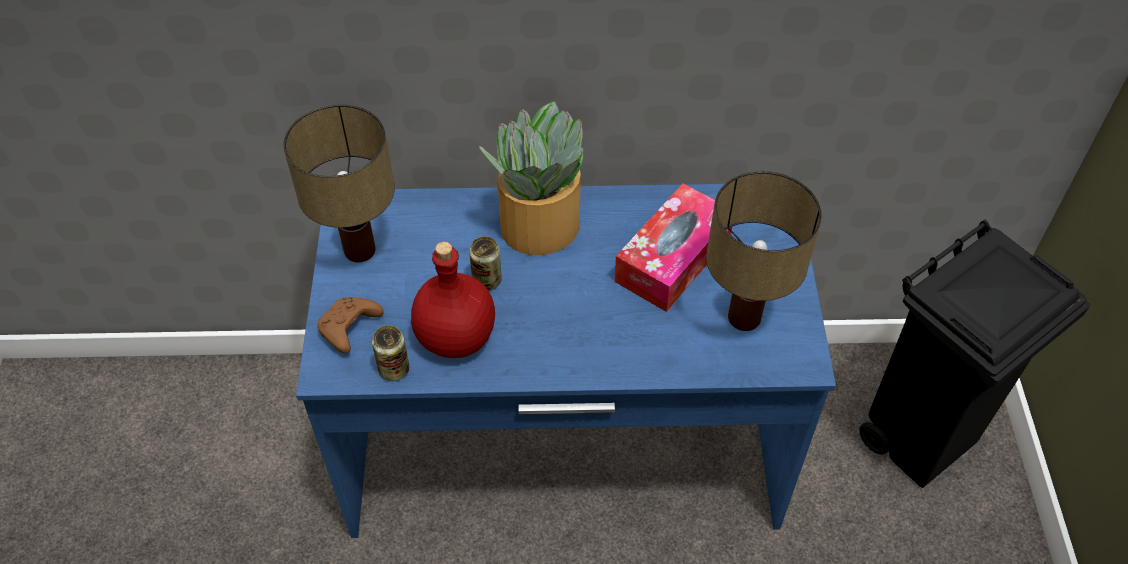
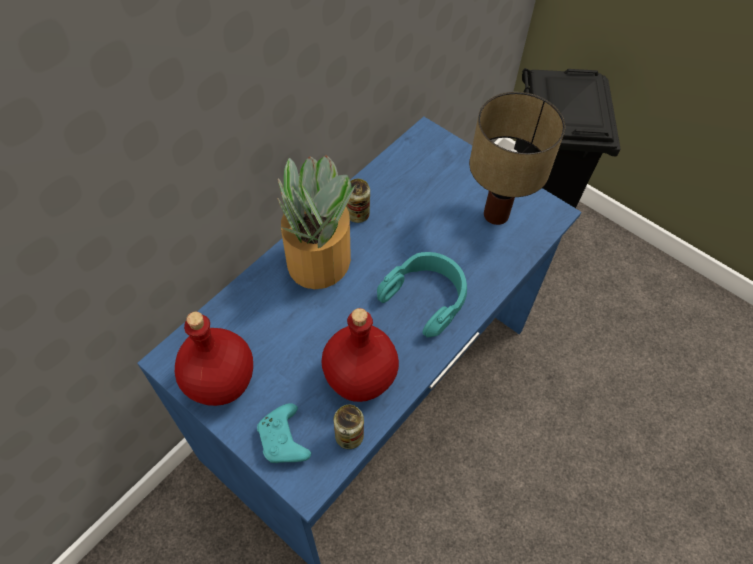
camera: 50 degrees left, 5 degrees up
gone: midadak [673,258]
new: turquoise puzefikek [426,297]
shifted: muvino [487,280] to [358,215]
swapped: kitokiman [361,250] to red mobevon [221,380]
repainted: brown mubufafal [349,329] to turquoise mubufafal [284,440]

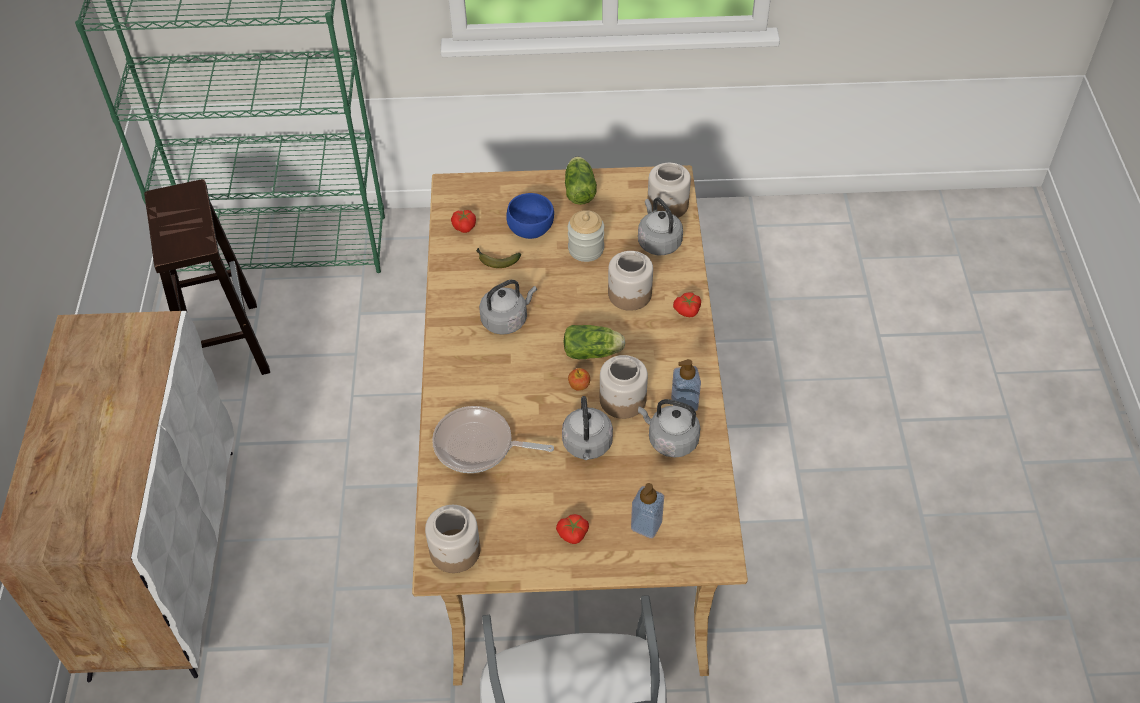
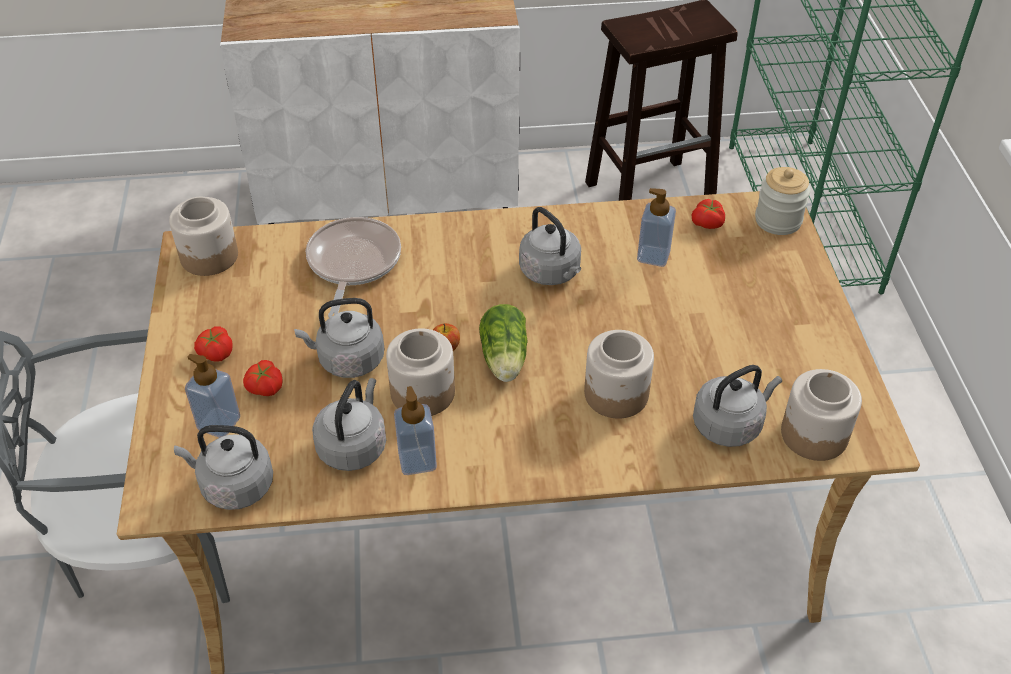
camera: 85 degrees right, 5 degrees down
gone: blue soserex [531,228]; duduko [579,189]
new: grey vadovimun [233,486]
shifted: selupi [586,249] to [778,220]; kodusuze [687,311] to [264,388]
swapped: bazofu [496,260] to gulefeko [653,256]

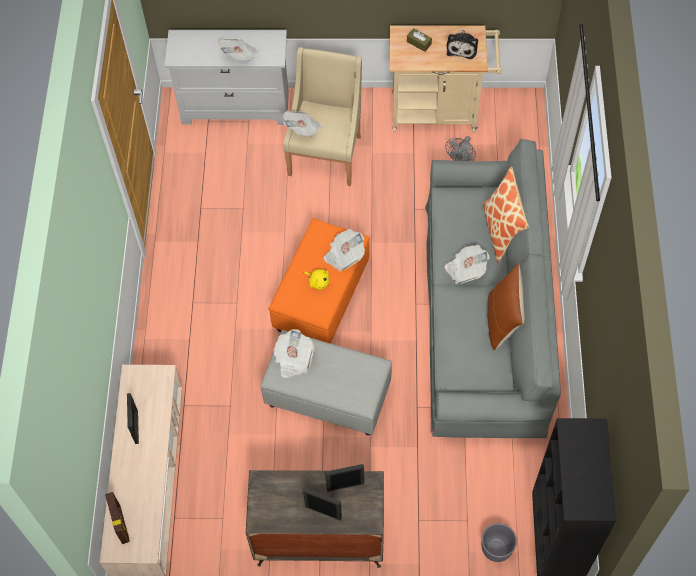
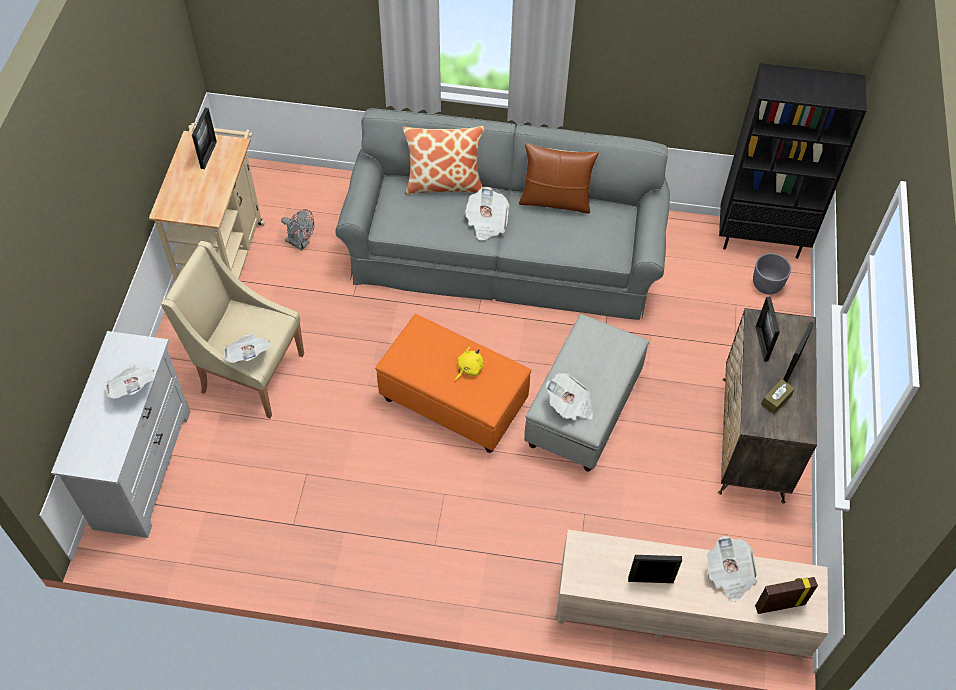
camera: 85 degrees left, 5 degrees down
shifted: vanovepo [344,256] to [729,575]; brown midadak [419,43] to [776,399]
swapped: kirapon [462,47] to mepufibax [208,155]

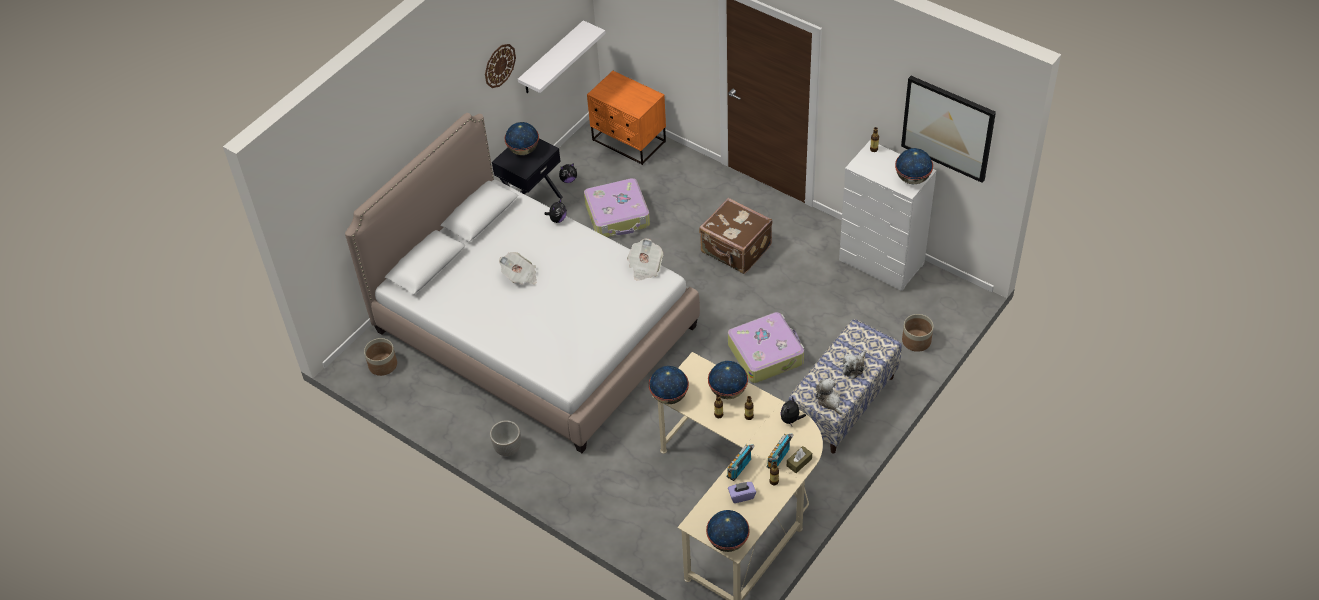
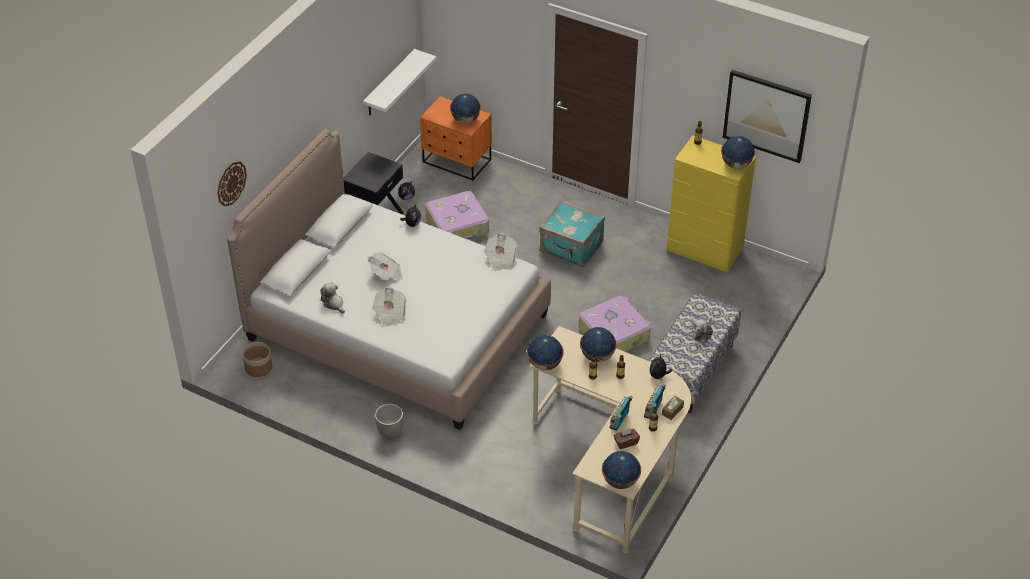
camera: 10 degrees left, 5 degrees down
gone: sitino [916,341]
new: vanovepo [390,314]
shifted: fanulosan [499,65] to [231,183]; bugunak [523,150] to [465,120]; kirapon [829,401] to [334,304]
repainted: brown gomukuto [735,250] to turquoise gomukuto [571,248]; purple midadak [741,496] to brown midadak [626,442]; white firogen [881,263] to yellow firogen [705,250]

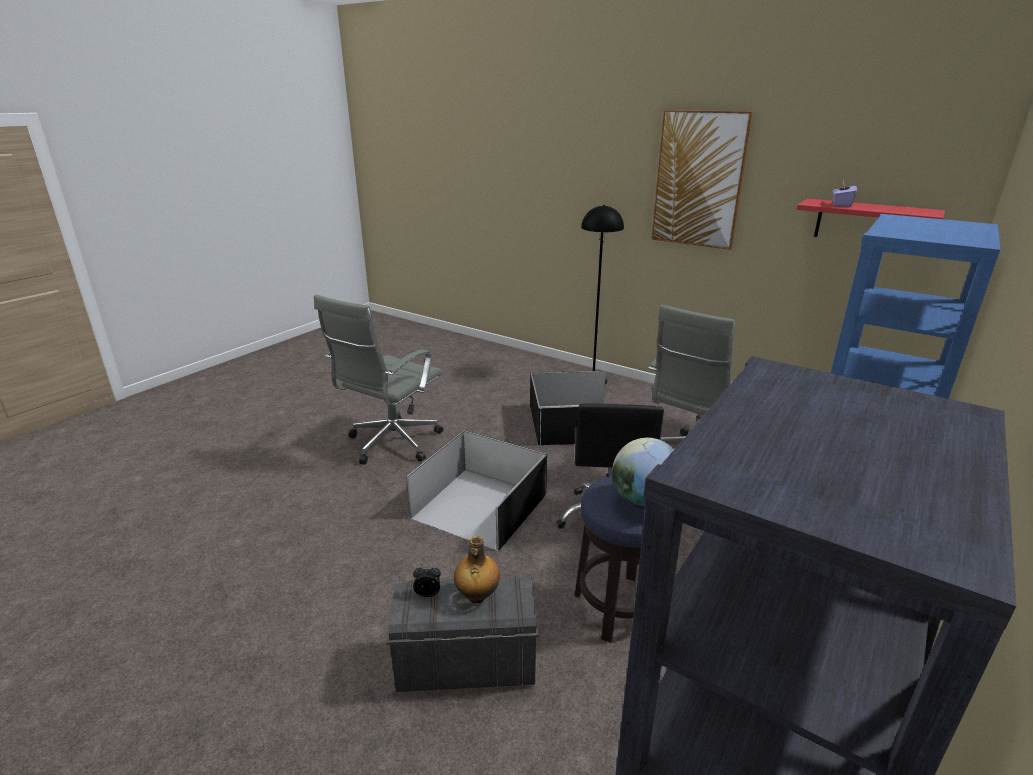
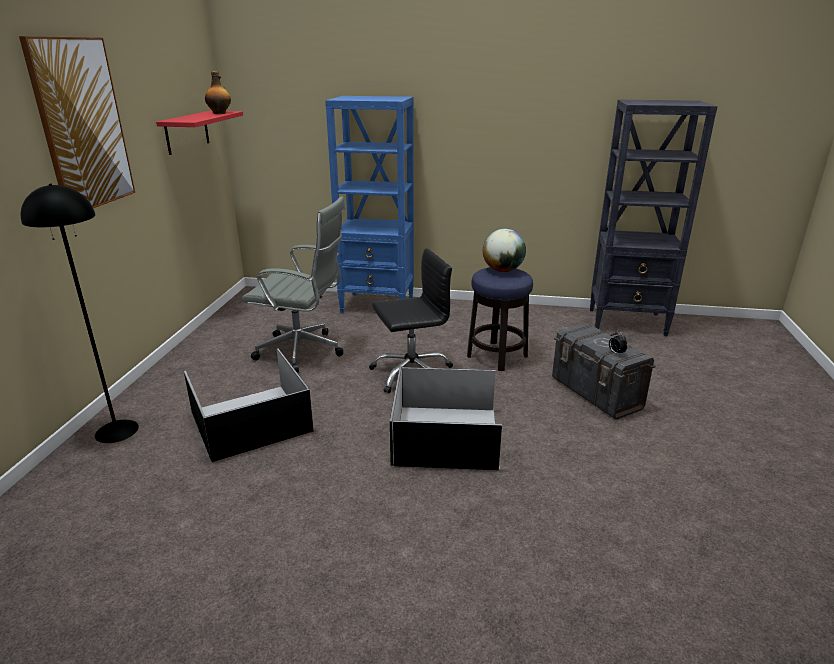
camera: 115 degrees left, 0 degrees up
gone: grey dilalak [391,444]; purple midadak [841,205]
shifted: mobevon [477,596] to [220,113]

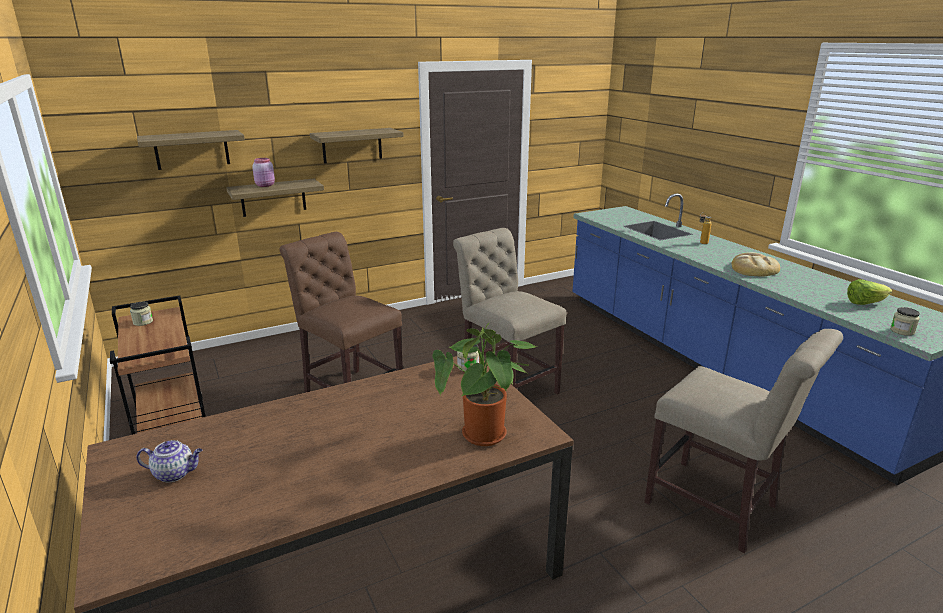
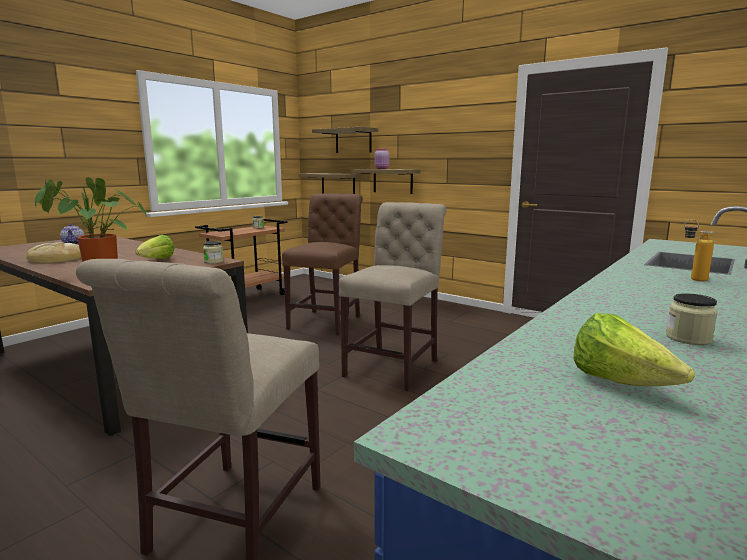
camera: 65 degrees right, 10 degrees down
new: duduko [157,260]
shifted: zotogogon [352,145] to [338,184]; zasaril [754,269] to [57,258]; selupi [902,331] to [688,338]

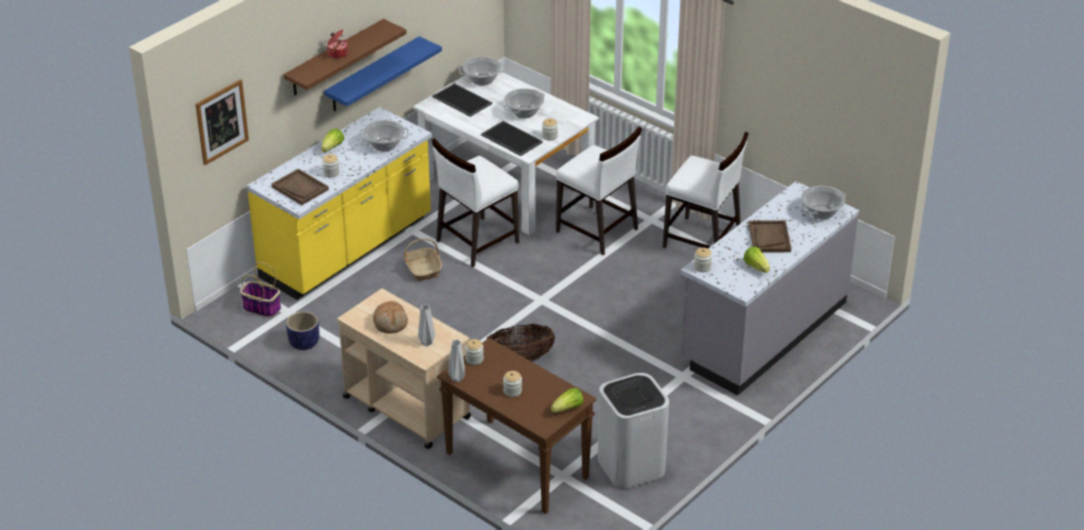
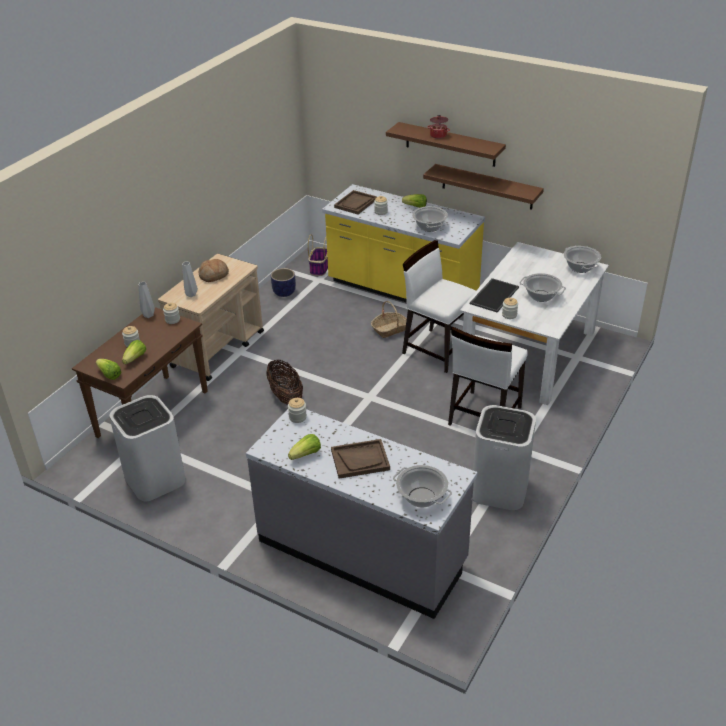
camera: 80 degrees right, 0 degrees up
gone: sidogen [221,121]; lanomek [461,100]
new: duduko [135,358]
swapped: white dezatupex [702,241] to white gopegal [499,489]
repainted: blue zotogogon [373,75] to brown zotogogon [487,187]

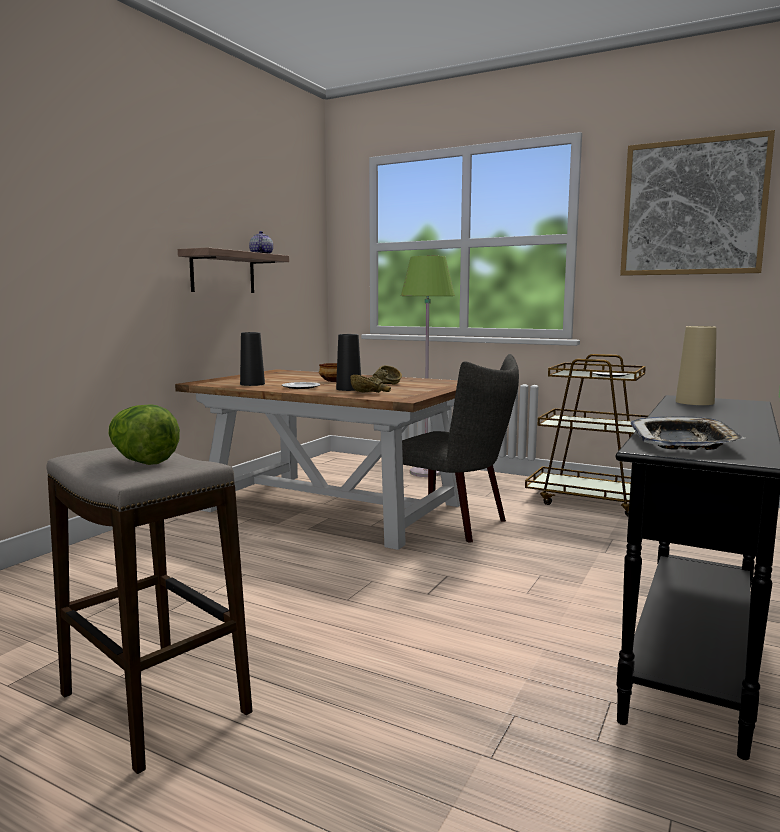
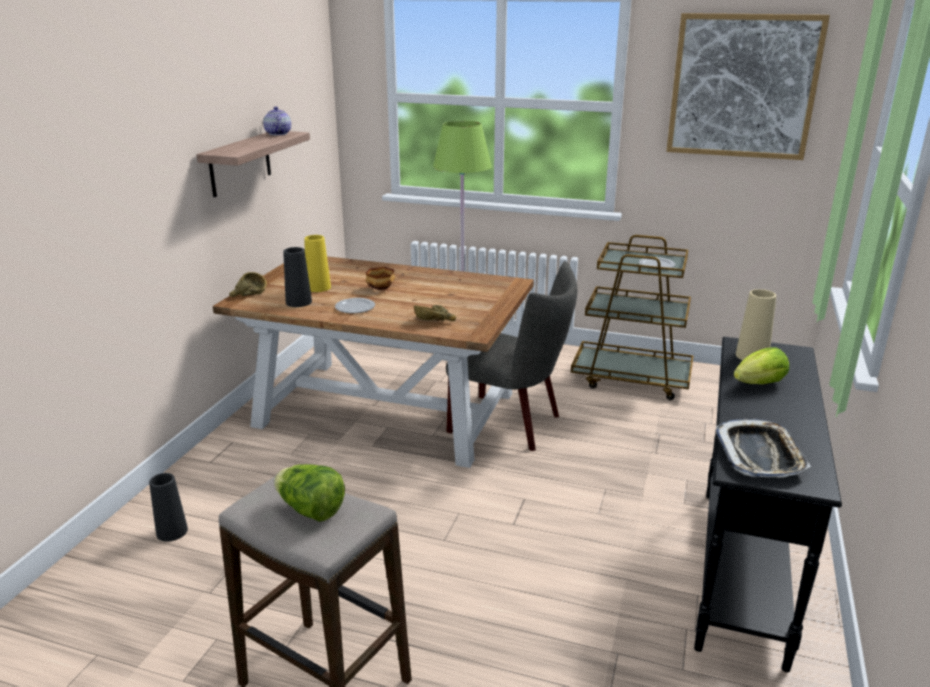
camera: 10 degrees left, 15 degrees up
new: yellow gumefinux [318,287]; duduko [760,384]
shifted: black gumefinux [349,389] to [172,531]; brown soserex [384,384] to [248,294]

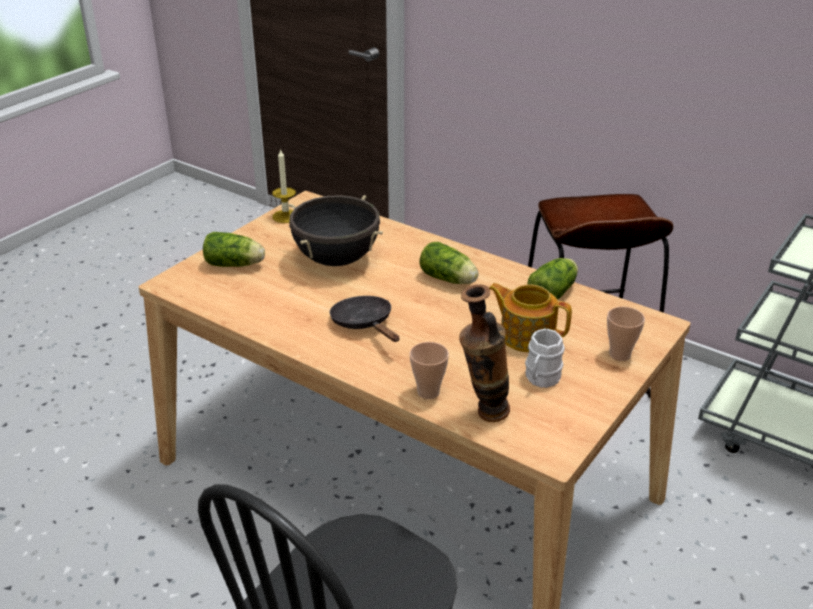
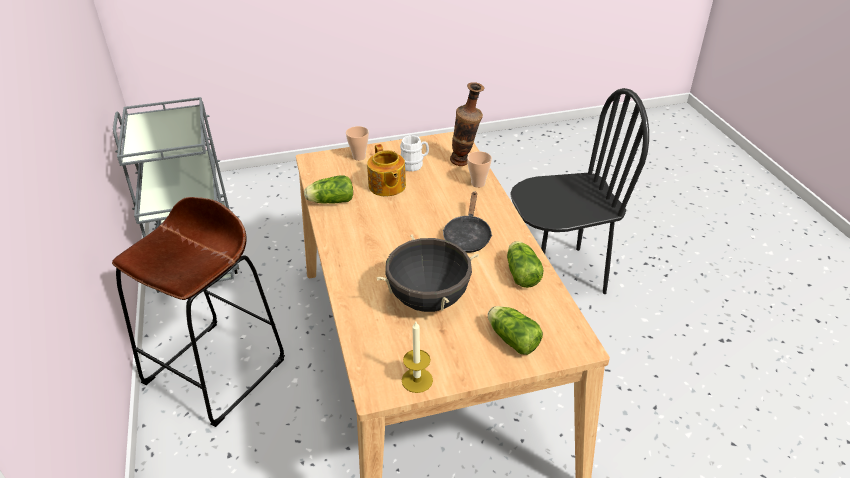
camera: 140 degrees left, 5 degrees up
shifted: duduko [449,280] to [521,272]

